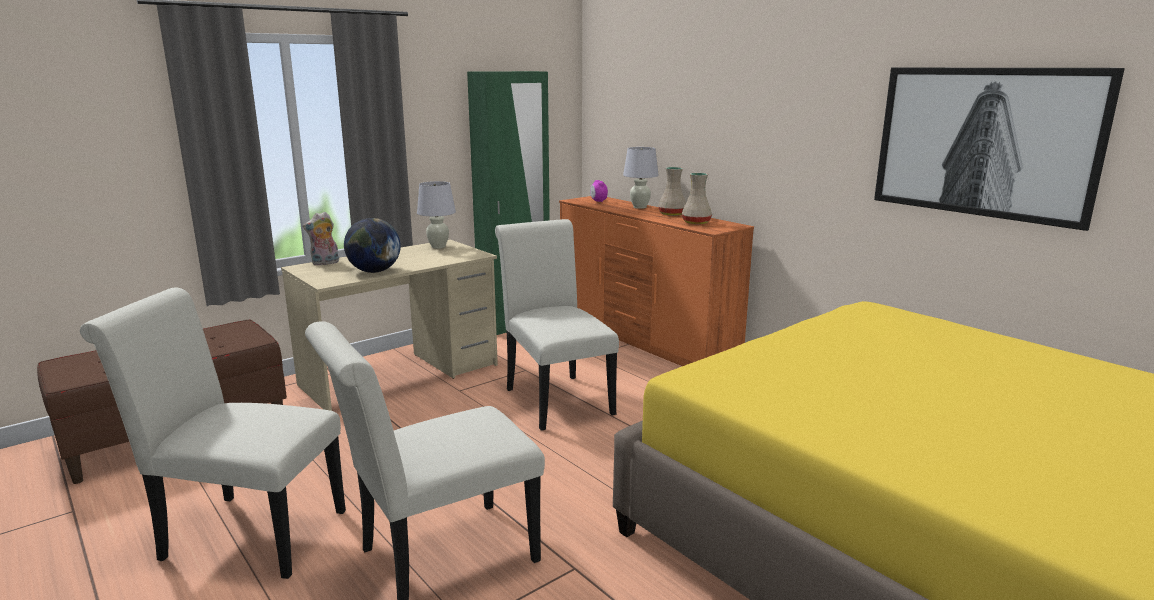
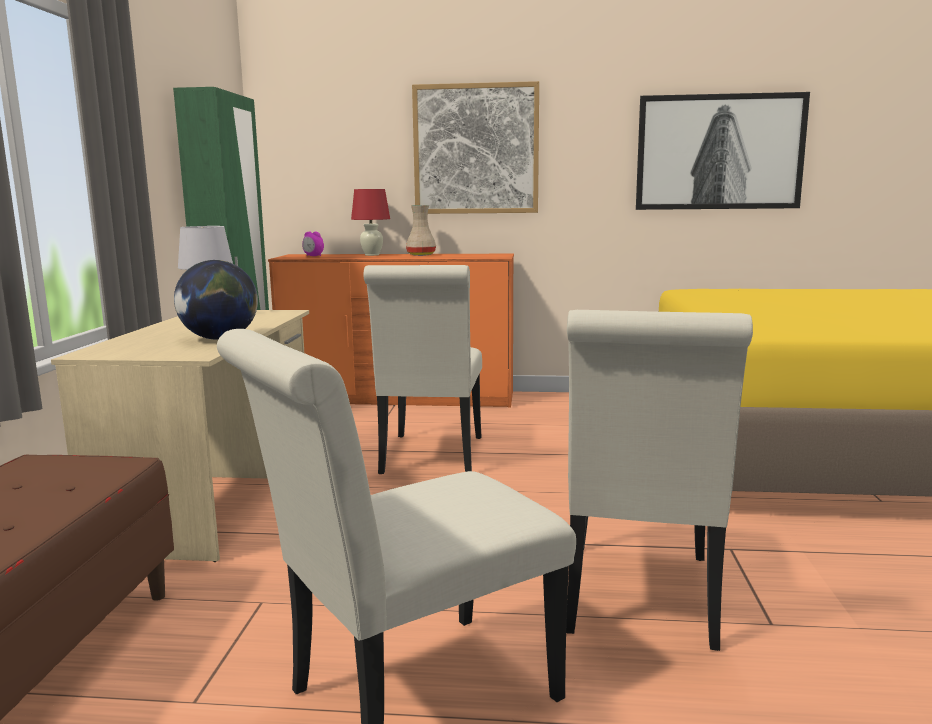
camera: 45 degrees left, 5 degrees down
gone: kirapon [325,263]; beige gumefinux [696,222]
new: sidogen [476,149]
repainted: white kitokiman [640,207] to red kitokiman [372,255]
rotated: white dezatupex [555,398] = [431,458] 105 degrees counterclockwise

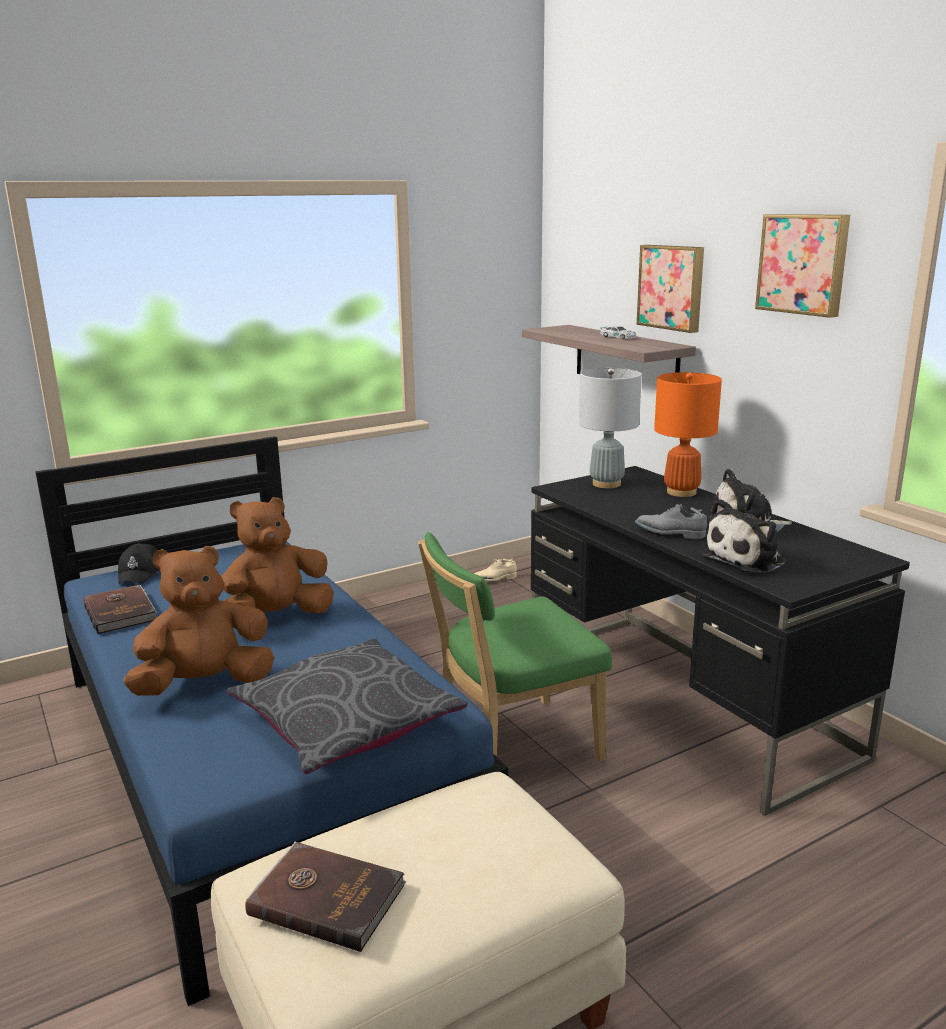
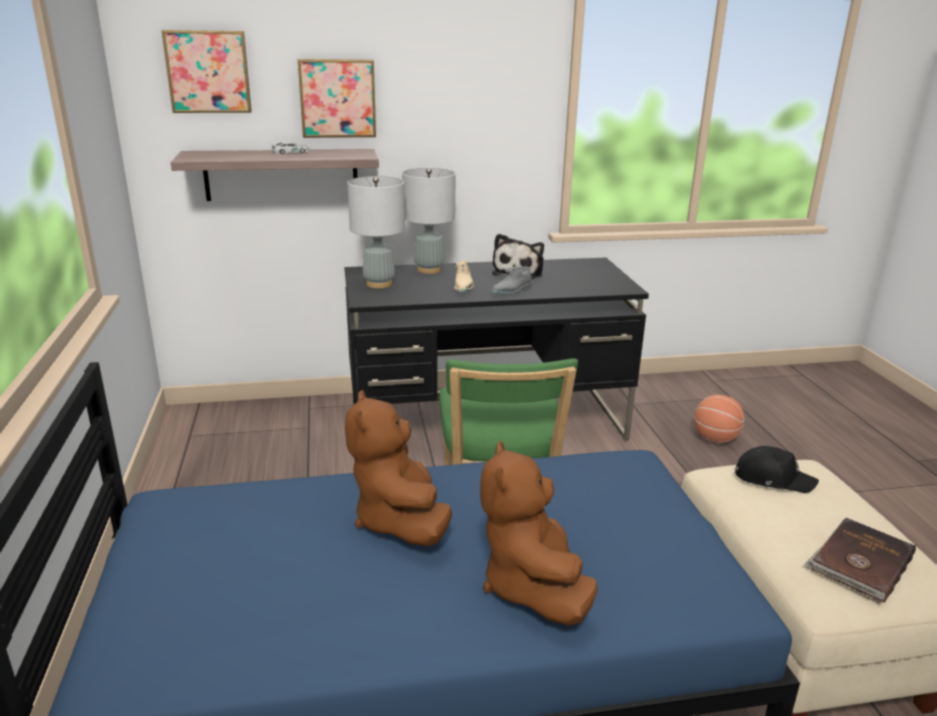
camera: 70 degrees left, 5 degrees up
gone: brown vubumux [121,612]; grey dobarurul [346,721]; kirapon [747,559]
new: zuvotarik [715,439]
shifted: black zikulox [141,573] to [772,478]; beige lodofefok [494,579] to [463,287]; sidogen [804,264] to [208,71]
repainted: orange kitokiman [681,492] to grey kitokiman [429,270]

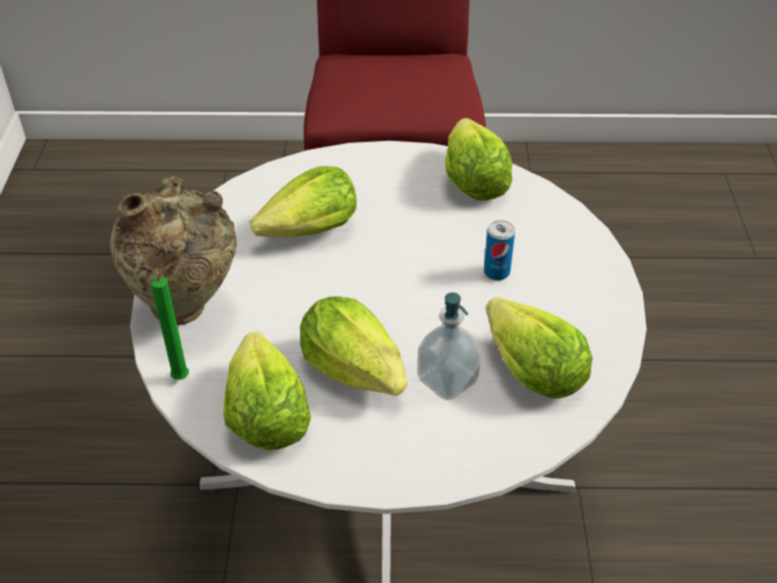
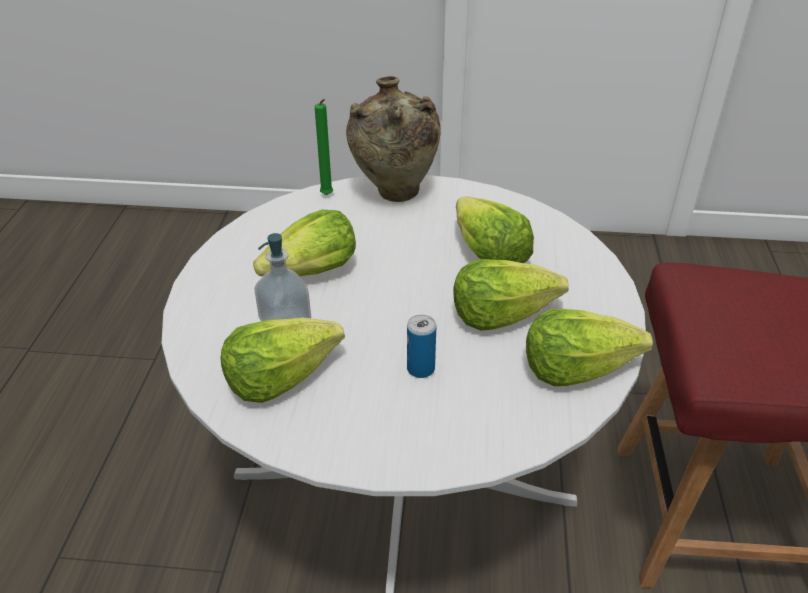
camera: 95 degrees right, 5 degrees down
shifted: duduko [265,415] to [501,313]

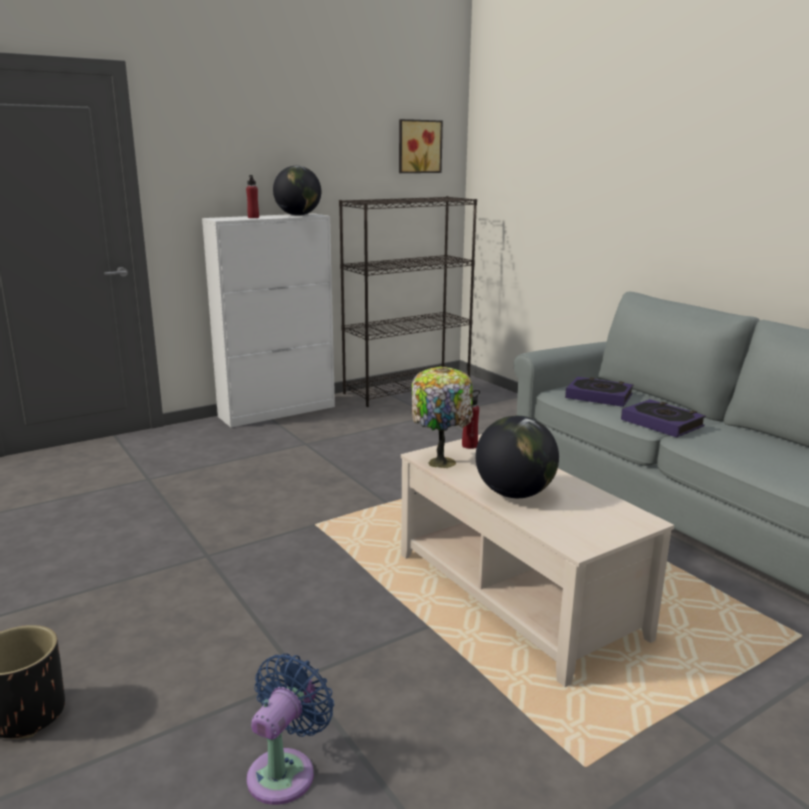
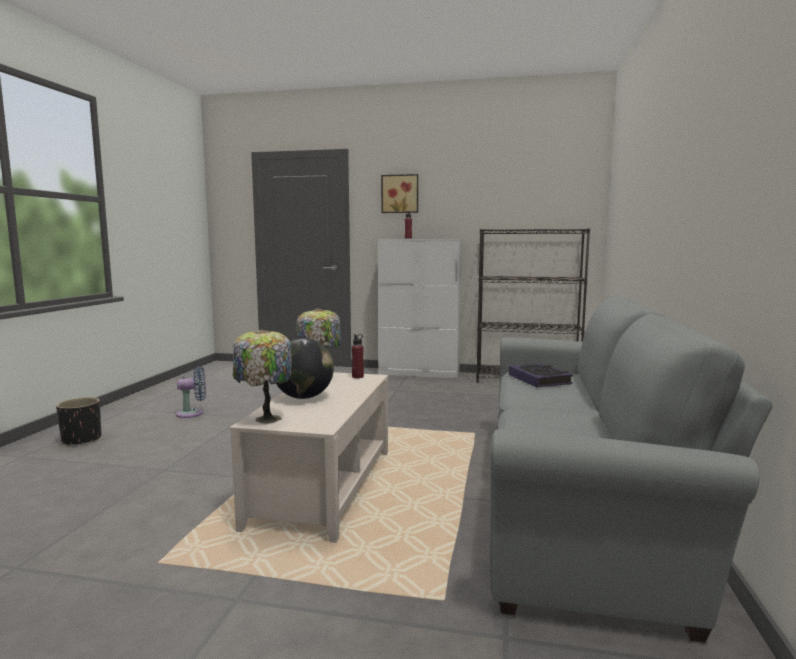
camera: 45 degrees right, 10 degrees down
gone: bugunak [298,215]; vubumux [662,423]
new: kitokiman [265,419]
shifted: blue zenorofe [285,771] to [192,413]; sidogen [418,146] to [400,194]

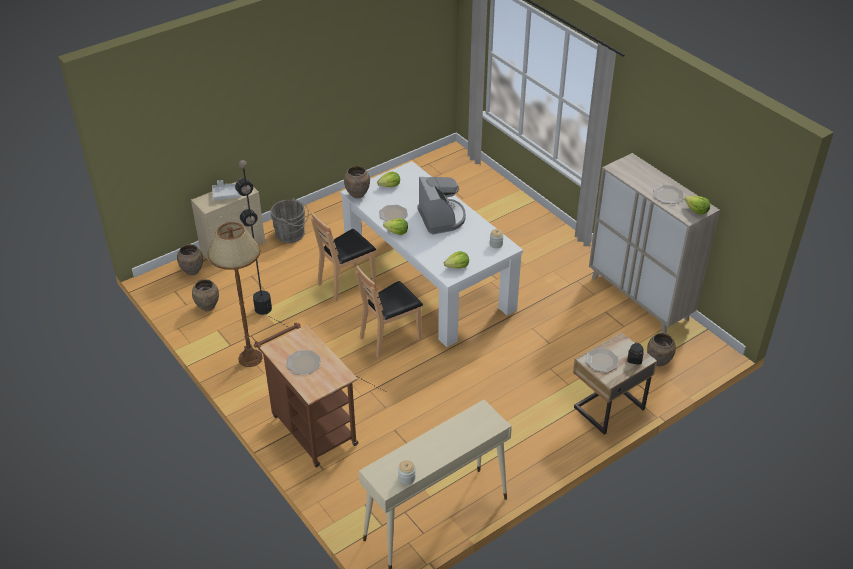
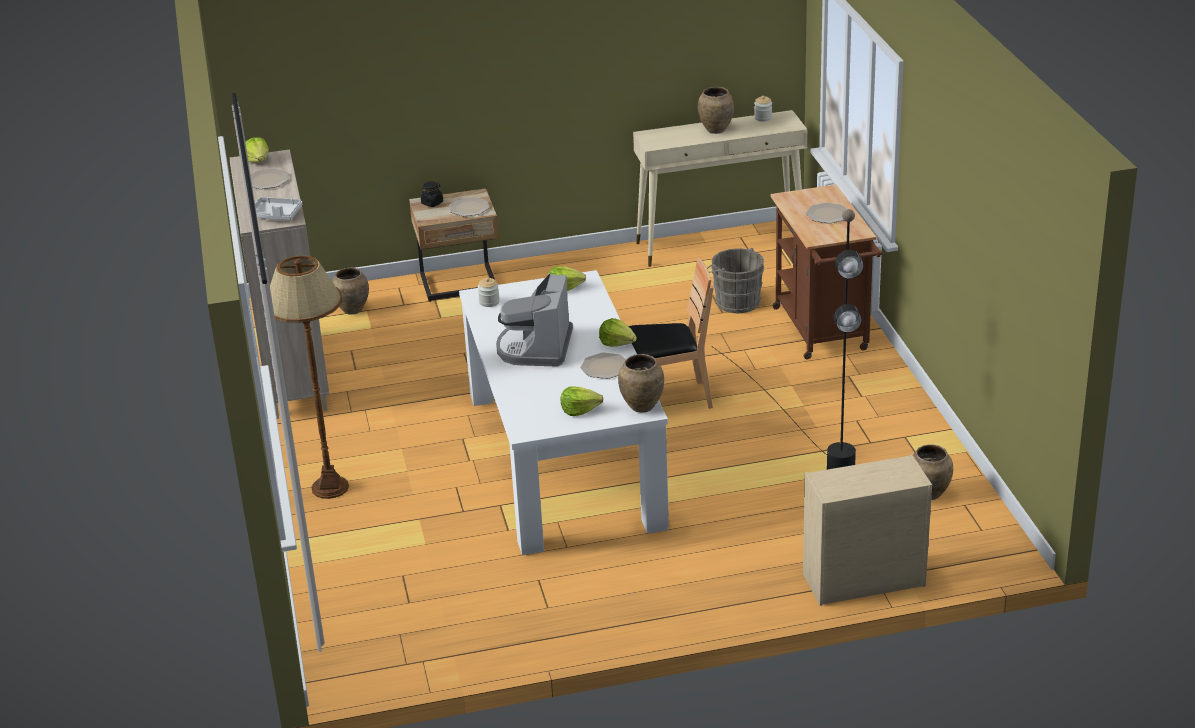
camera: 155 degrees left, 10 degrees down
gone: brown dezatupex [346,283]
shifted: brown gumefinux [192,271] to [715,130]; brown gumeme [250,358] to [329,488]; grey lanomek [226,194] to [276,215]; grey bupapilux [292,234] to [735,301]

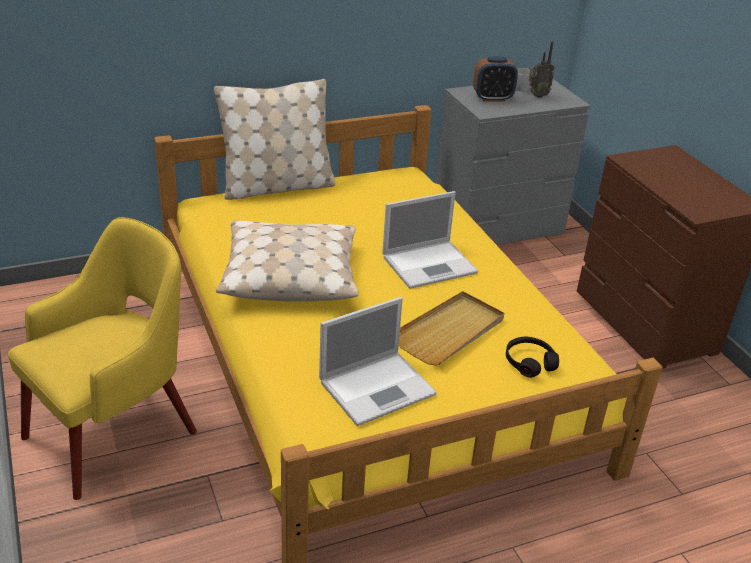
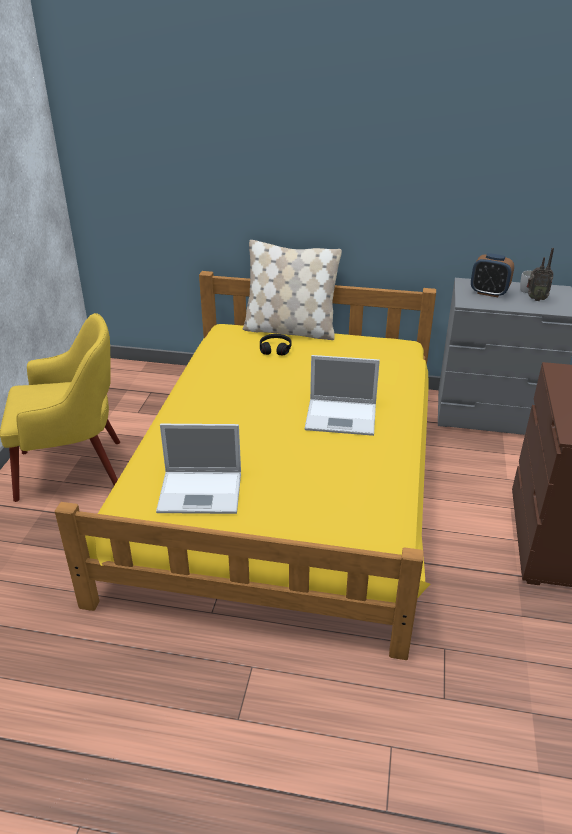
camera: 35 degrees right, 0 degrees up
gone: beige dobarurul [290,275]; beige lanomek [449,331]
shifted: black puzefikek [529,362] to [275,349]

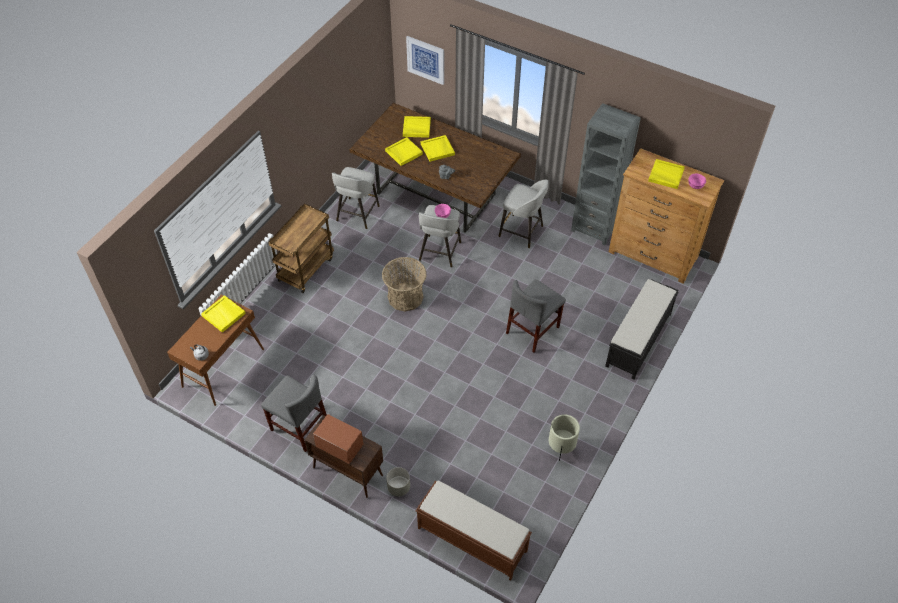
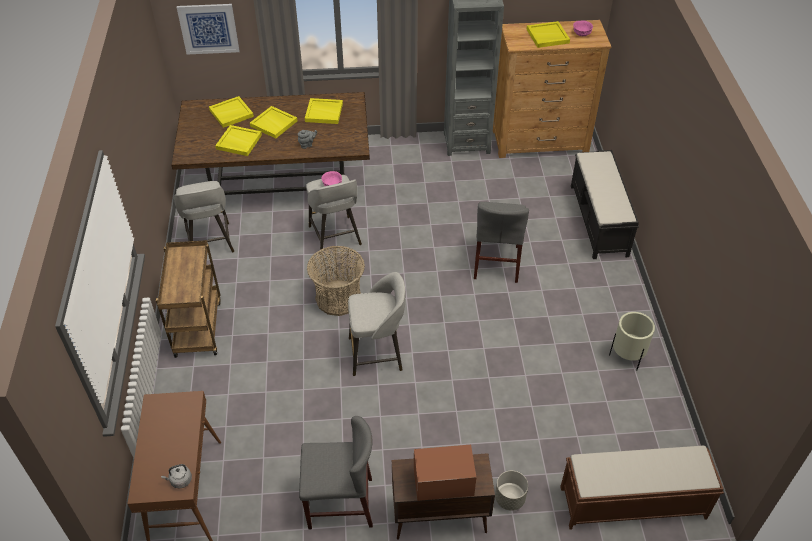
camera: 35 degrees left, 5 degrees down
shifted: yellow lanomek [224,314] to [324,112]; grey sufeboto [522,231] to [377,354]

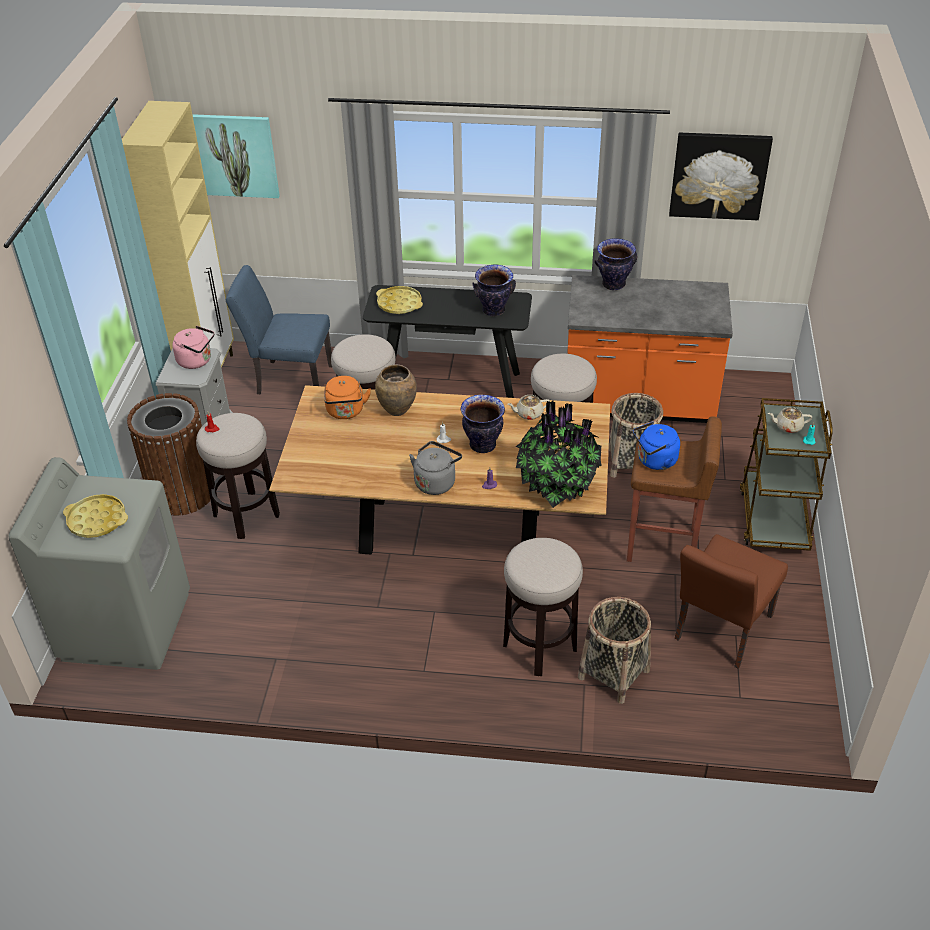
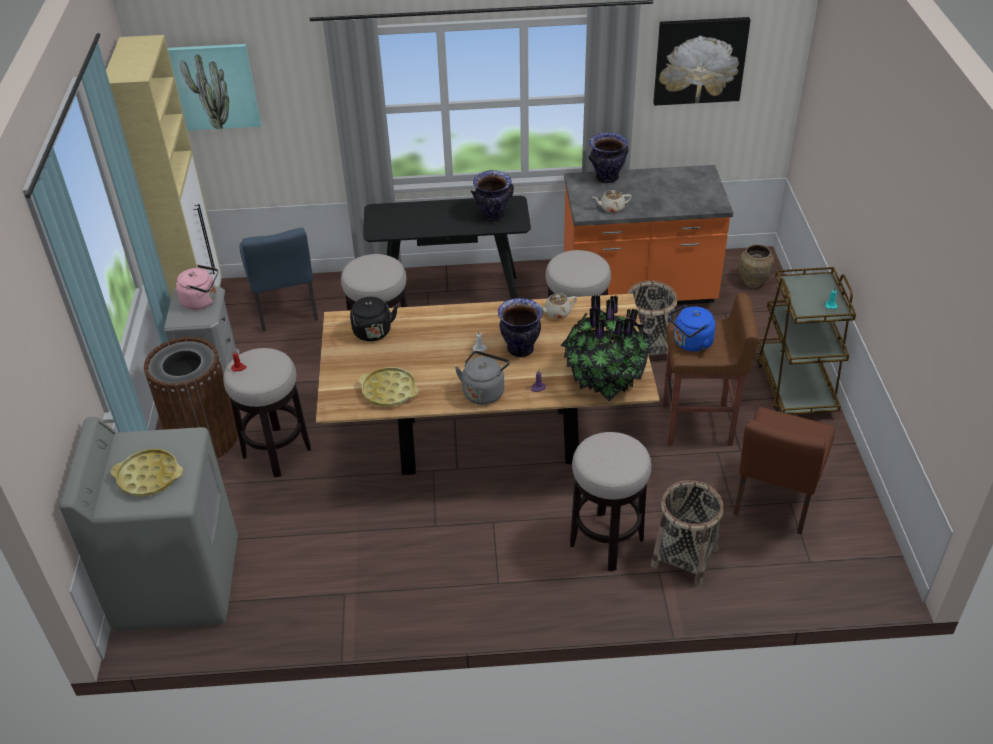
camera: 10 degrees left, 0 degrees up
shifted: brown gumefinux [396,409] to [752,283]; yellow lanomek [399,304] to [389,391]; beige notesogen [788,426] to [611,208]
repainted: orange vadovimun [345,412] to black vadovimun [373,333]
rotated: blue dezatupex [288,379] = [286,310] 105 degrees counterclockwise

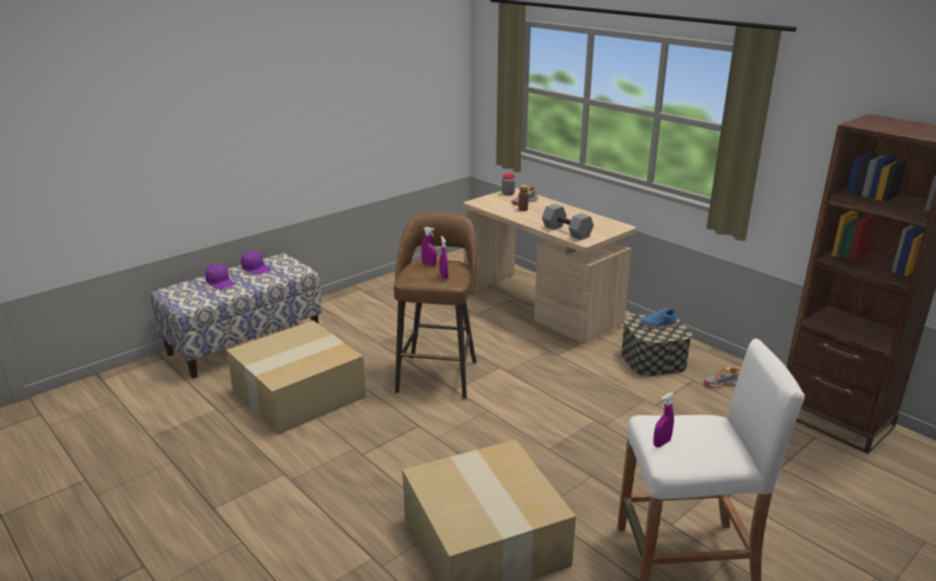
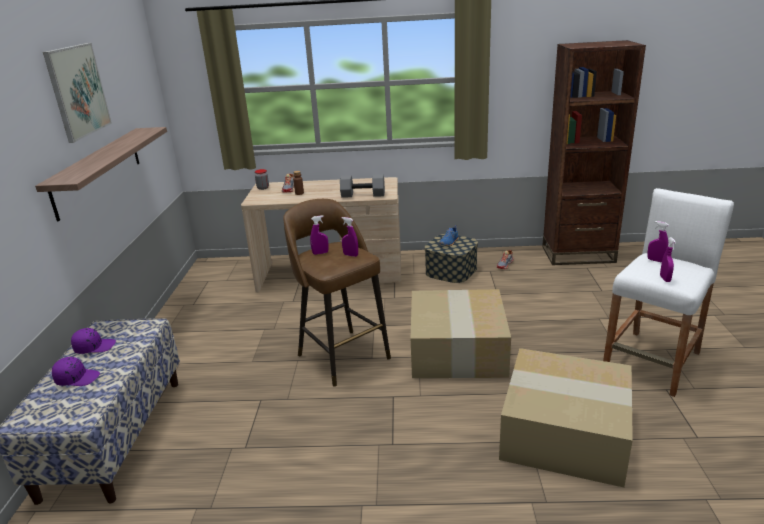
camera: 45 degrees left, 0 degrees up
new: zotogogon [98,170]; sidogen [78,91]; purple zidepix [656,260]
shifted: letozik [298,395] to [459,351]

